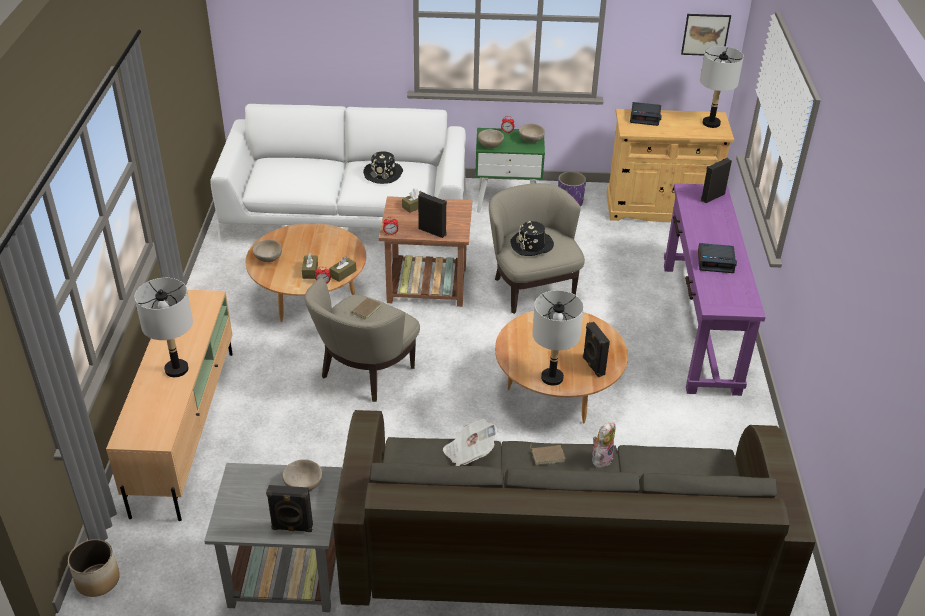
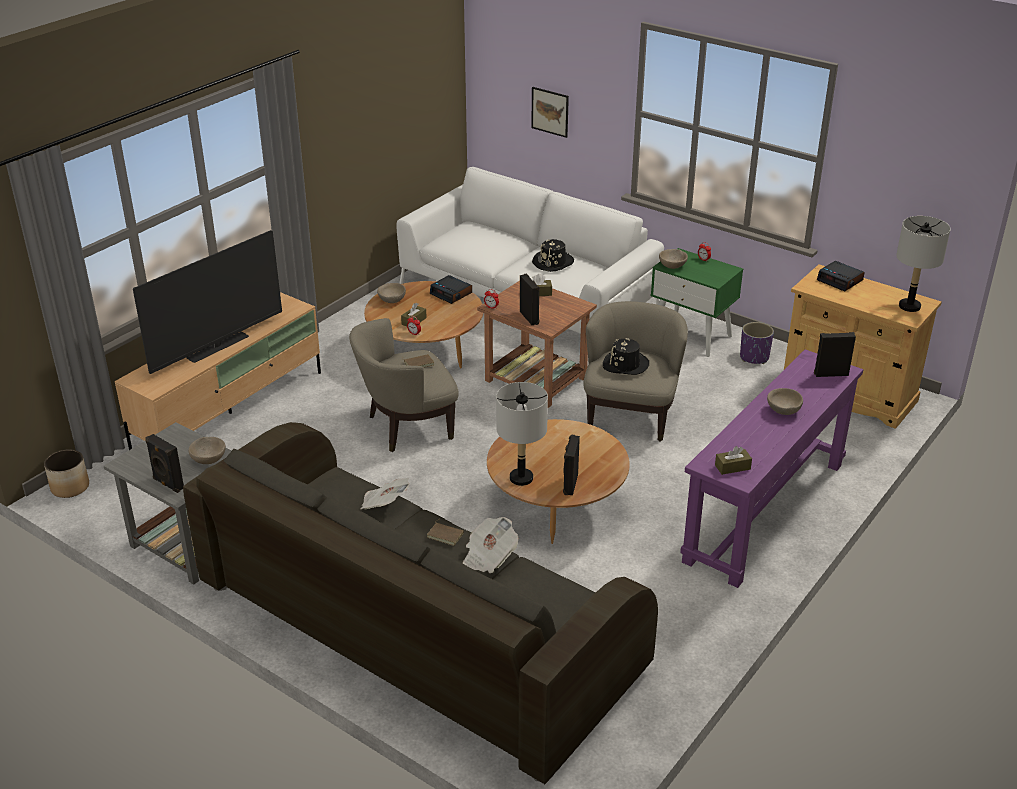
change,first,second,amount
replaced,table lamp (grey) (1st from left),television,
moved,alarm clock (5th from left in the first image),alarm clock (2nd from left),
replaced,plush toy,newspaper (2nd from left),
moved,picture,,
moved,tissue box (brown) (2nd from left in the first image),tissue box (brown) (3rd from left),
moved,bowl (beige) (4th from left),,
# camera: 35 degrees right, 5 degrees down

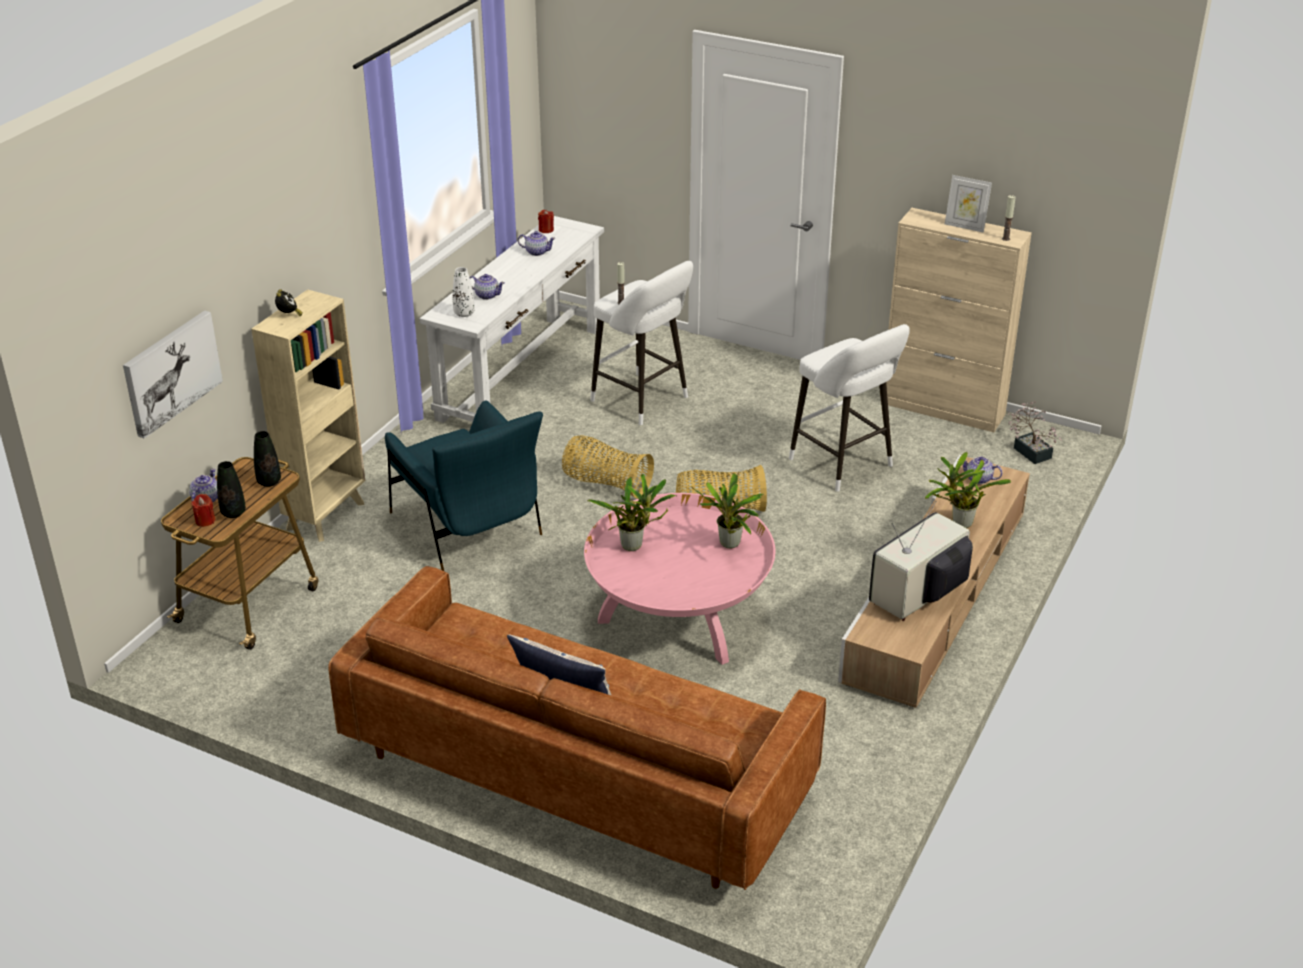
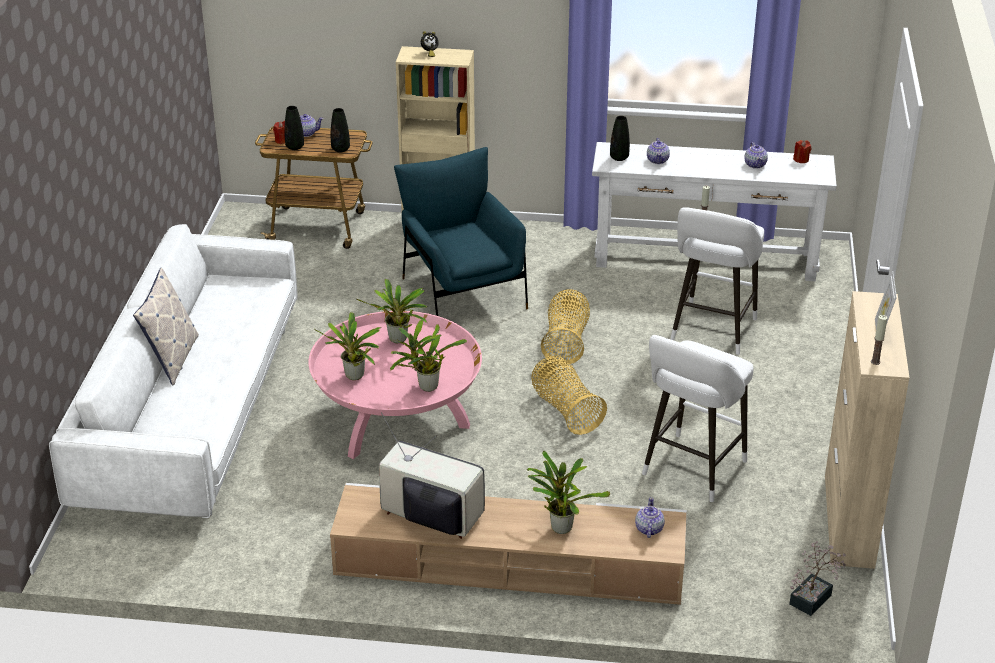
change,first,second,amount
recoloured,sofa (brown),sofa (white),
added,,potted plant (1st from left),
turned,armchair (blue),,120 degrees clockwise
recoloured,vase (white),vase (black) (3rd from left),
removed,picture,,
# camera: 70 degrees right, 0 degrees up

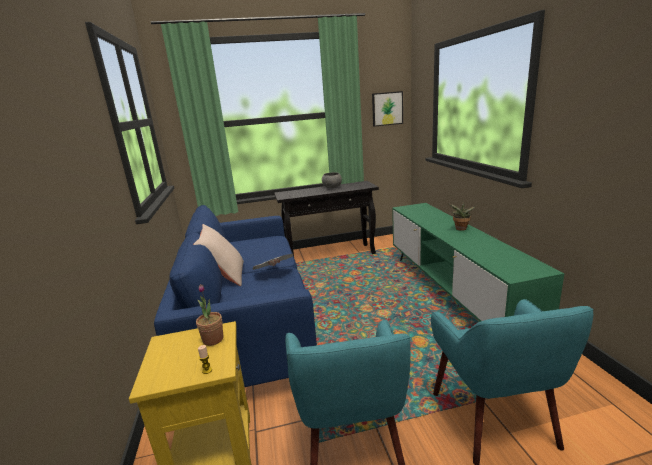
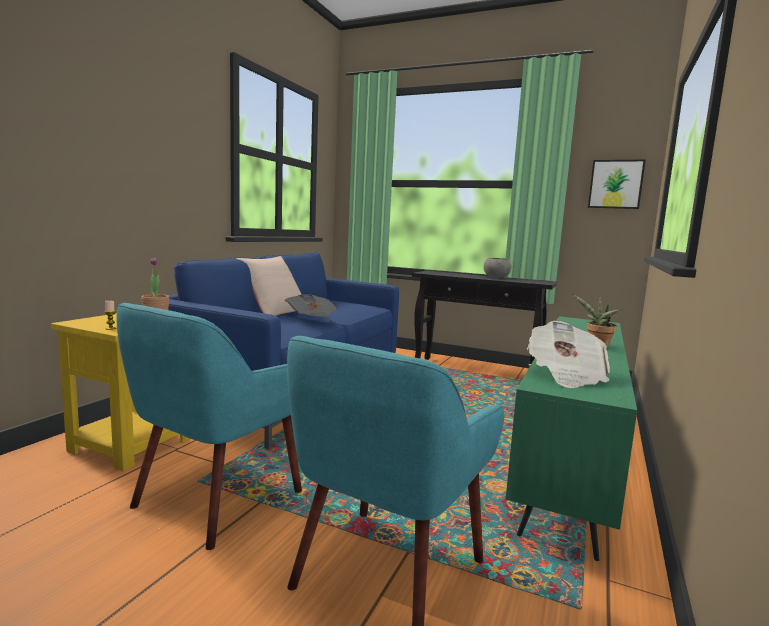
change,first,second,amount
added,,newspaper (2nd from left),
# camera: 35 degrees right, 10 degrees down

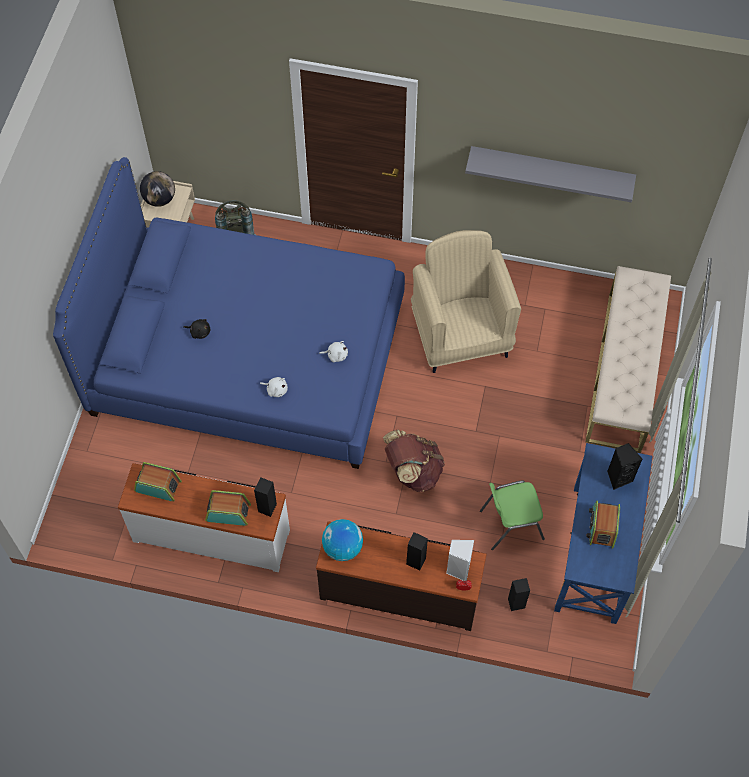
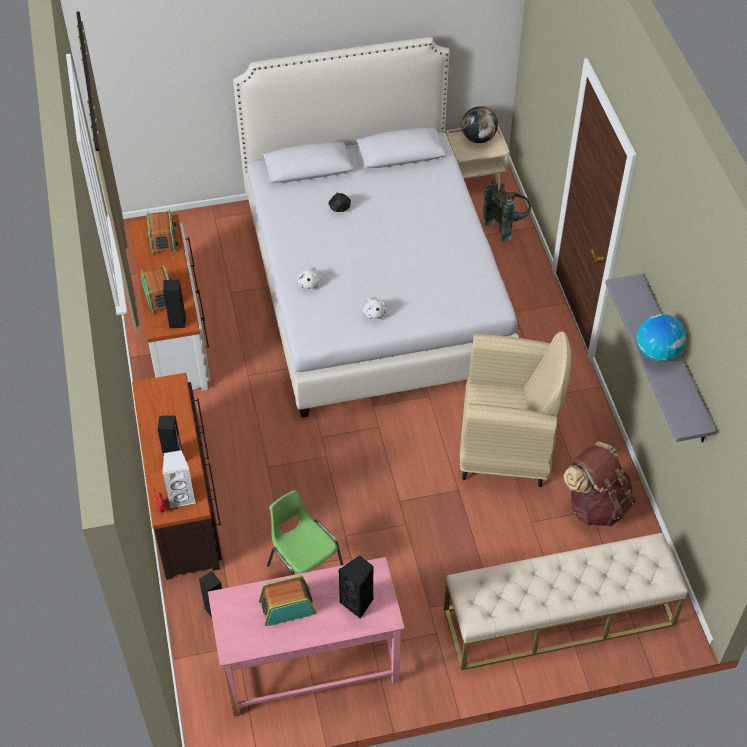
change,first,second,amount
recoloured,desk (blue),desk (pink),
recoloured,bed (blue),bed (white),
turned,armchair (beige),,45 degrees clockwise
moved,backpack (brown),,
moved,globe (2nd from left),,
# camera: 65 degrees right, 10 degrees down

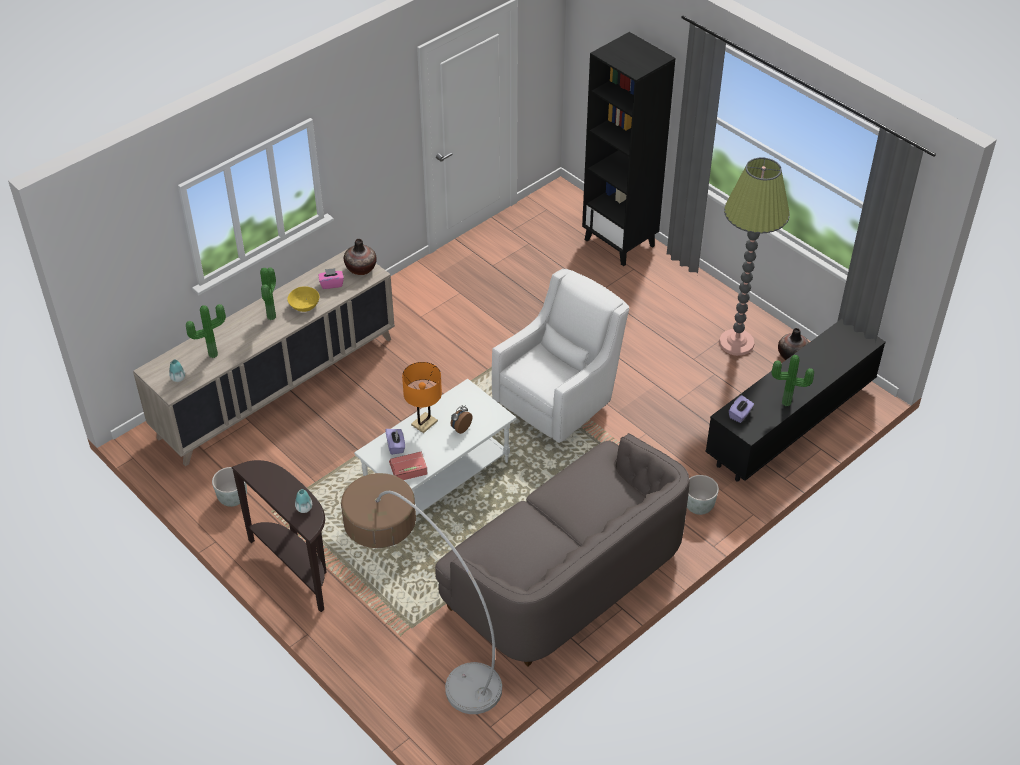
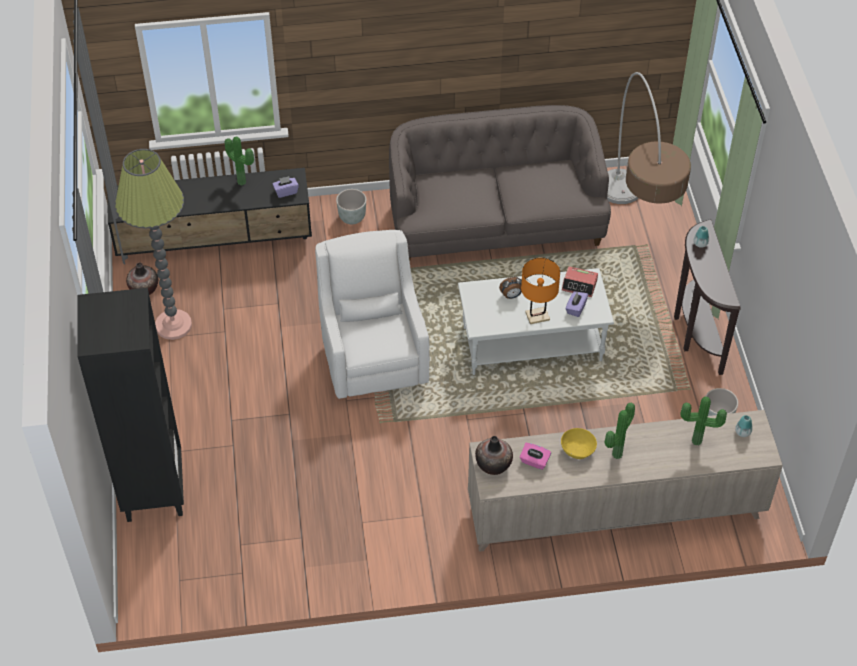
change,first,second,amount
turned,armchair (white),,90 degrees clockwise
# camera: 145 degrees left, 5 degrees up

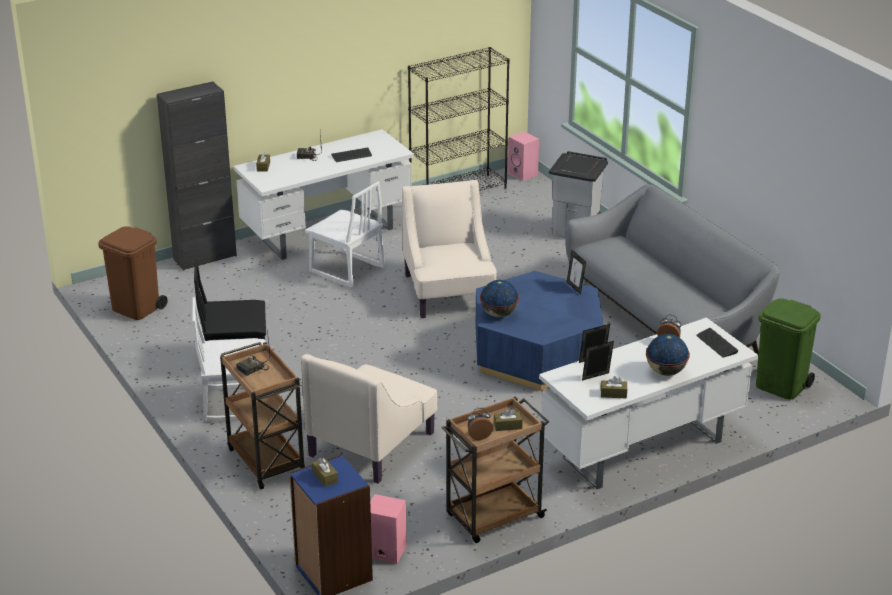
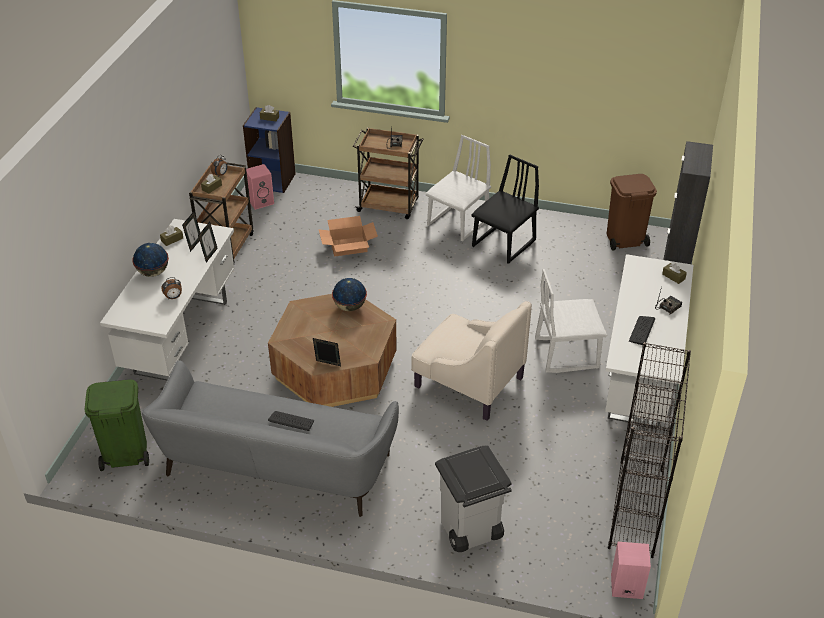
change,first,second,amount
recoloured,coffee table (blue),coffee table (brown),
moved,keyboard (2nd from left in the first image),keyboard (1st from left),
replaced,armchair (beige) (1st from left),cardboard box,
# camera: 135 degrees right, 10 degrees up

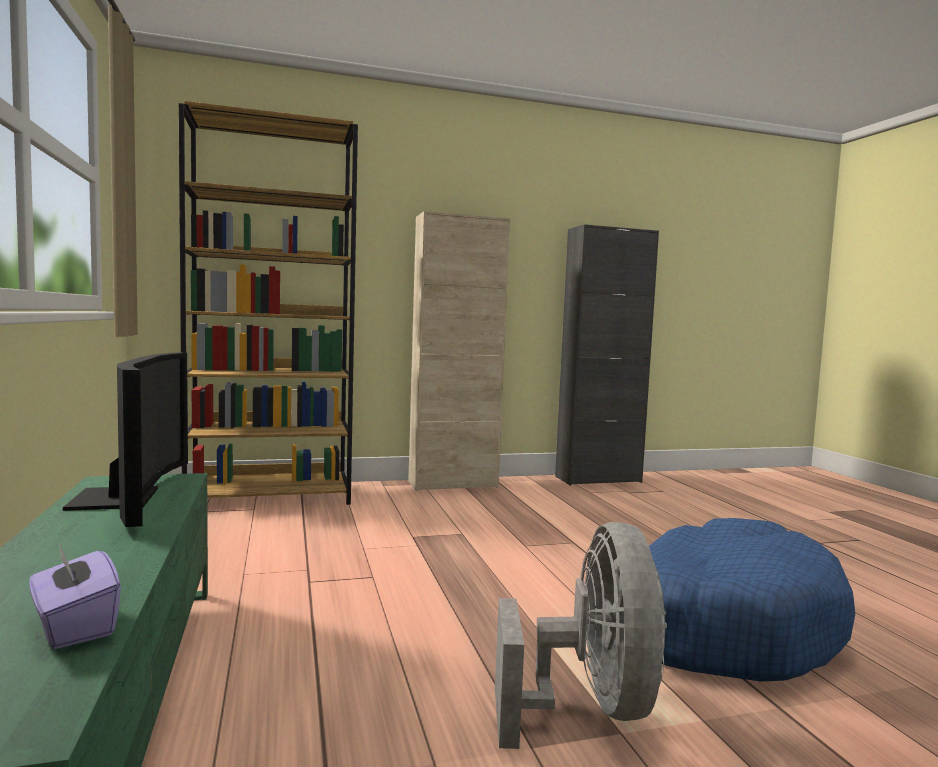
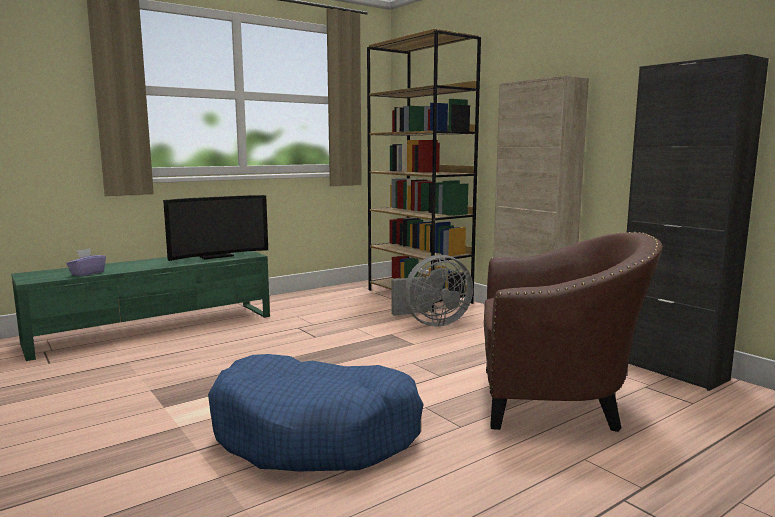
change,first,second,amount
moved,fan (grey),,
added,,armchair (brown),
# camera: 70 degrees right, 5 degrees up

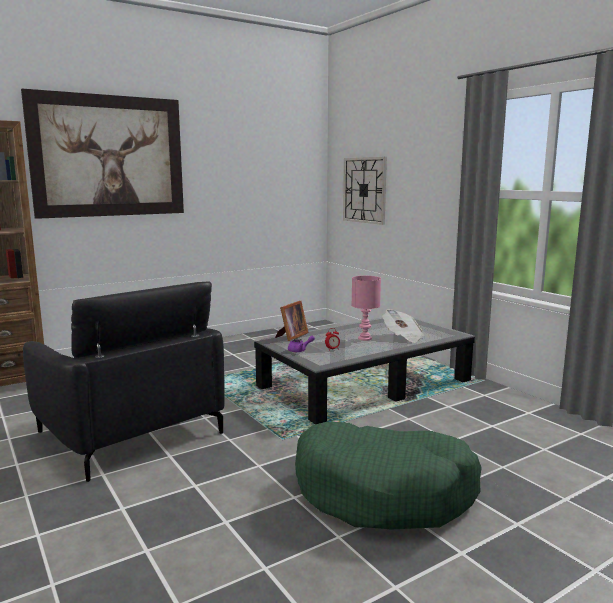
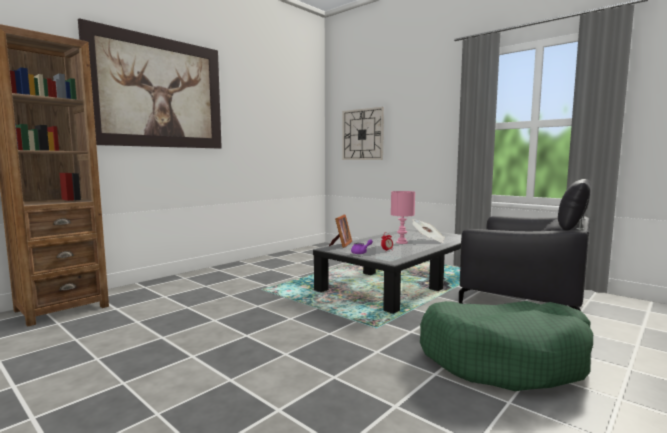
change,first,second,amount
moved,armchair (black),,
# camera: 15 degrees left, 5 degrees down

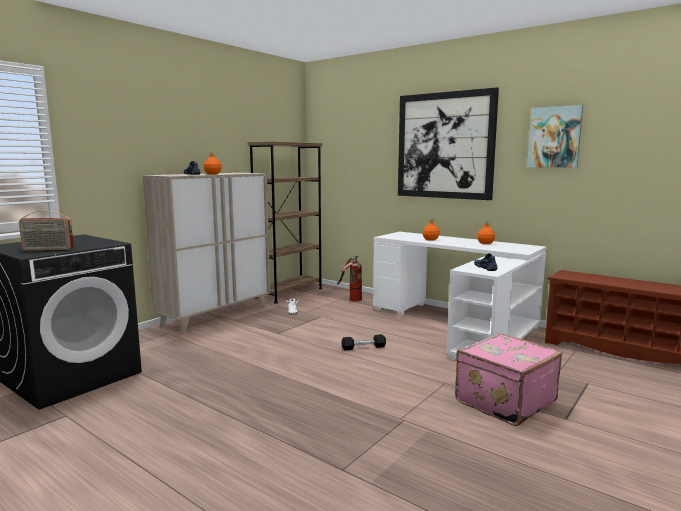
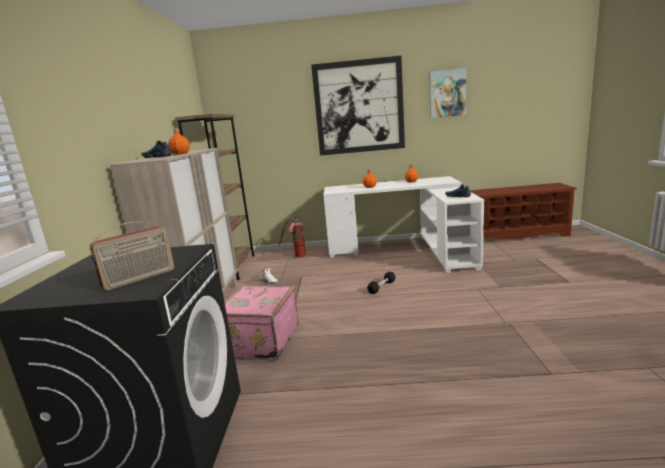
change,first,second,amount
moved,suitcase (pink),,
# camera: 35 degrees left, 5 degrees up

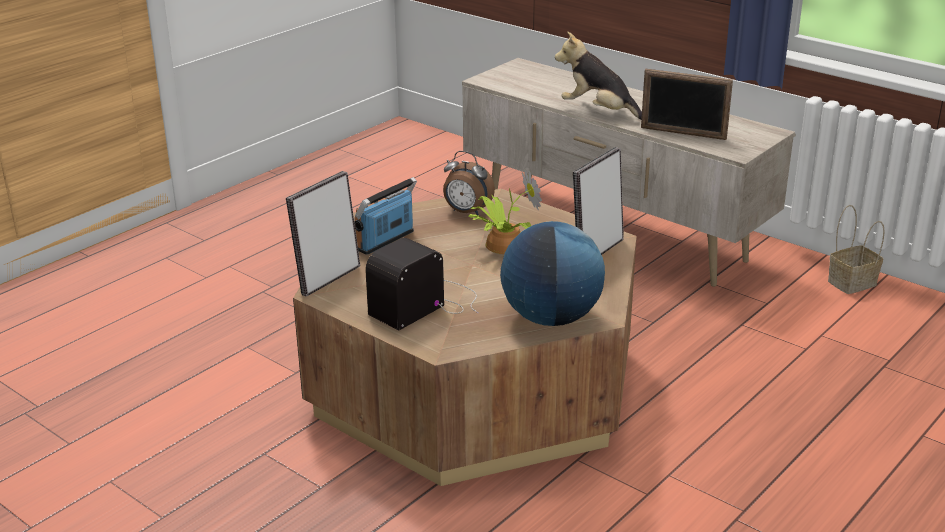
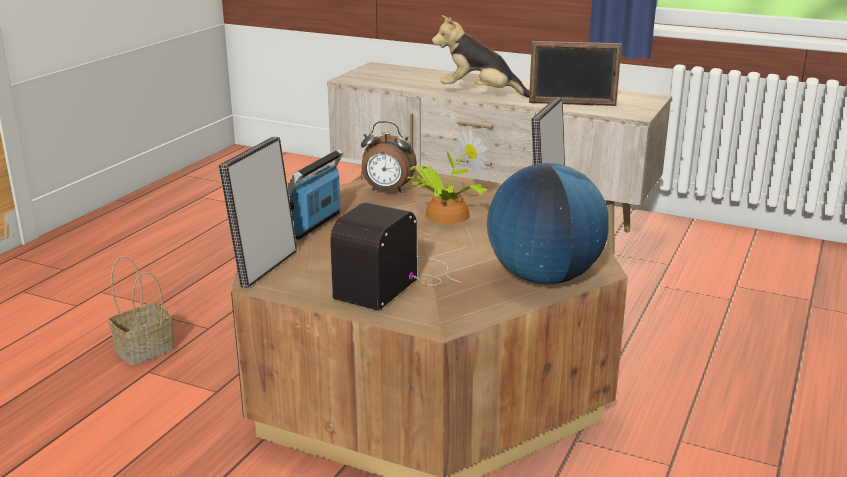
change,first,second,amount
moved,basket,,
# camera: 15 degrees left, 5 degrees down

